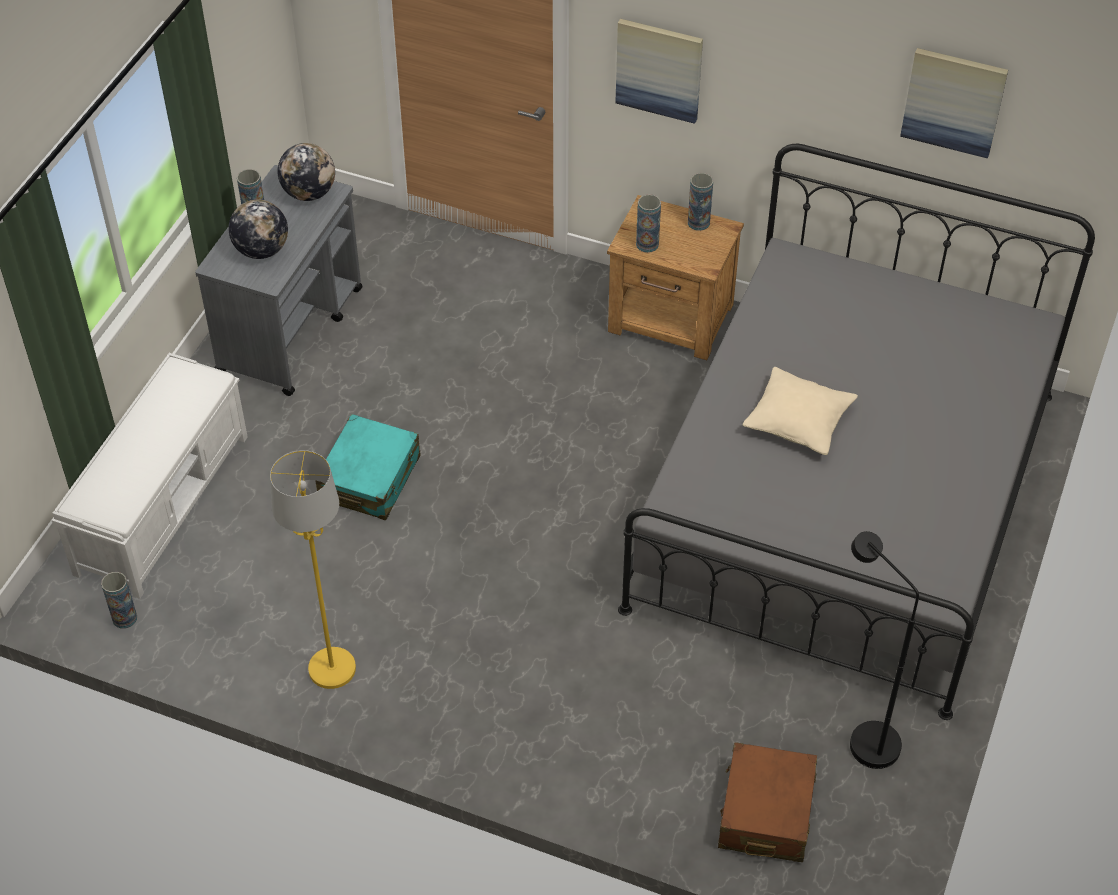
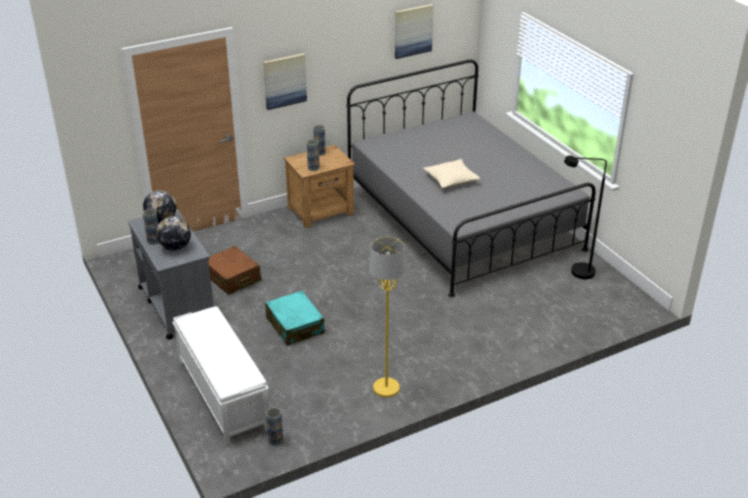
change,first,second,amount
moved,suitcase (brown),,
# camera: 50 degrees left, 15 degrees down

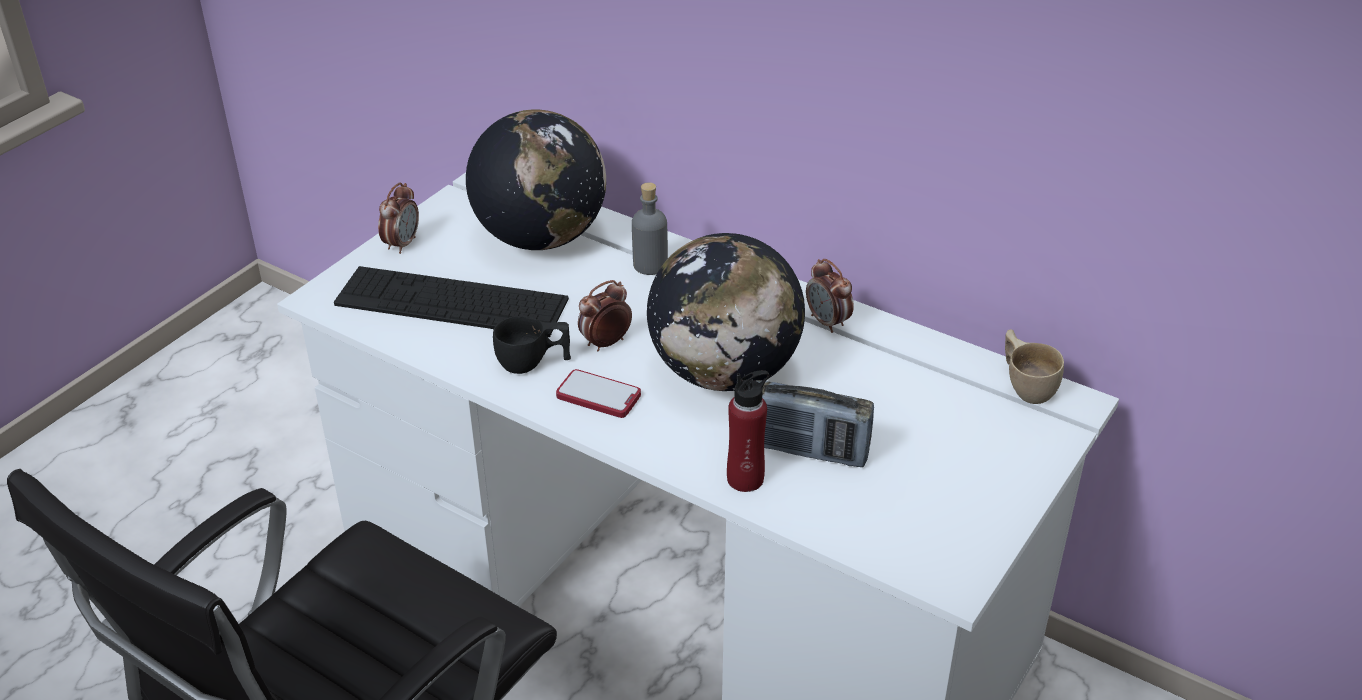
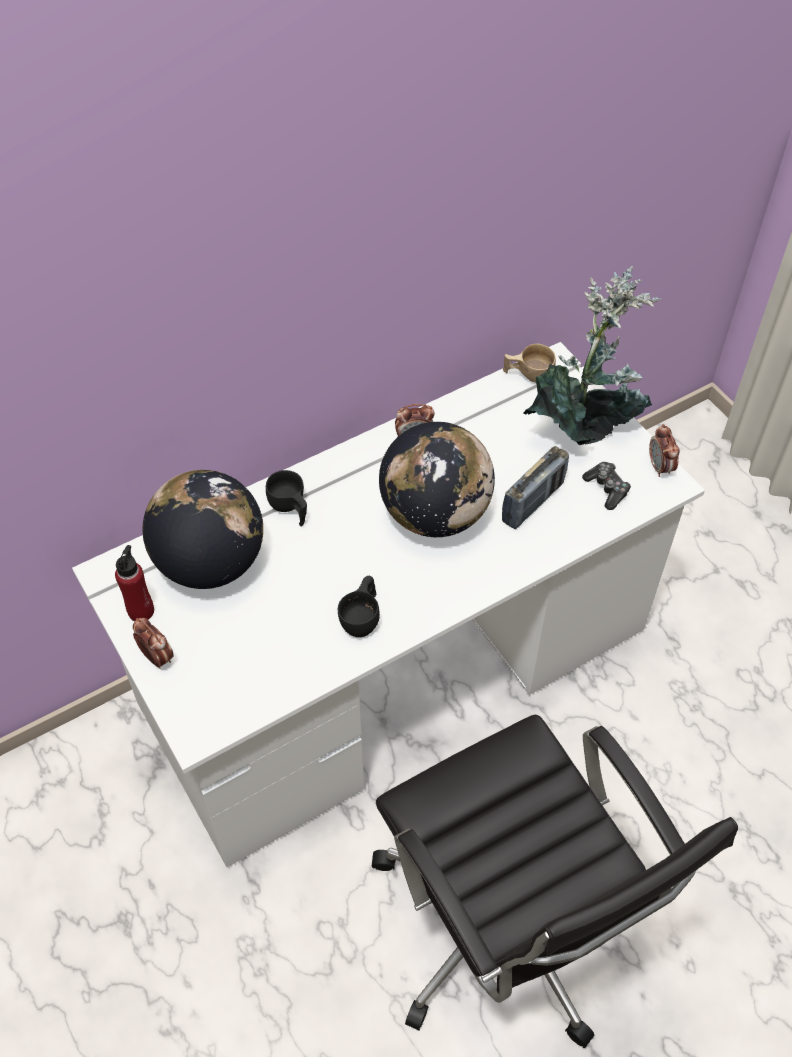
change,first,second,amount
moved,bottle (red),,
replaced,bottle (grey),cup (black) (1st from left),
added,,potted plant,
added,,game controller,
moved,alarm clock (2nd from left in the first image),alarm clock (3rd from left),
removed,keyboard,,
removed,phone,,
# camera: 65 degrees left, 15 degrees up

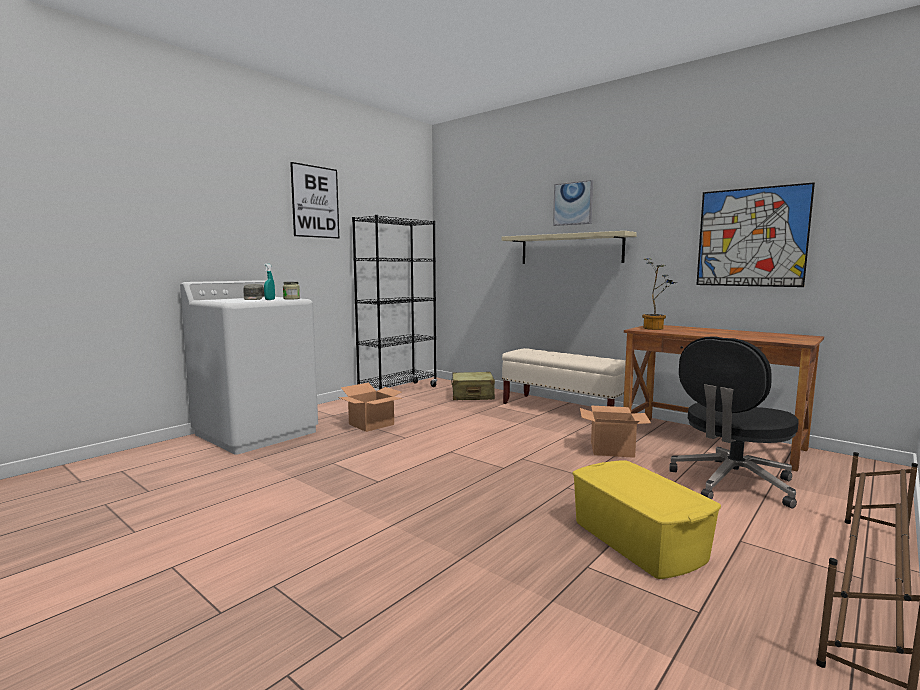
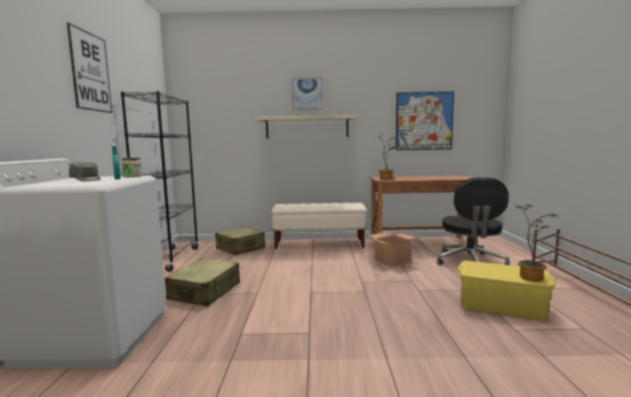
change,first,second,amount
replaced,cardboard box (1st from left),suitcase (beige) (1st from left),
added,,potted plant (2nd from left),
# camera: 40 degrees left, 0 degrees up

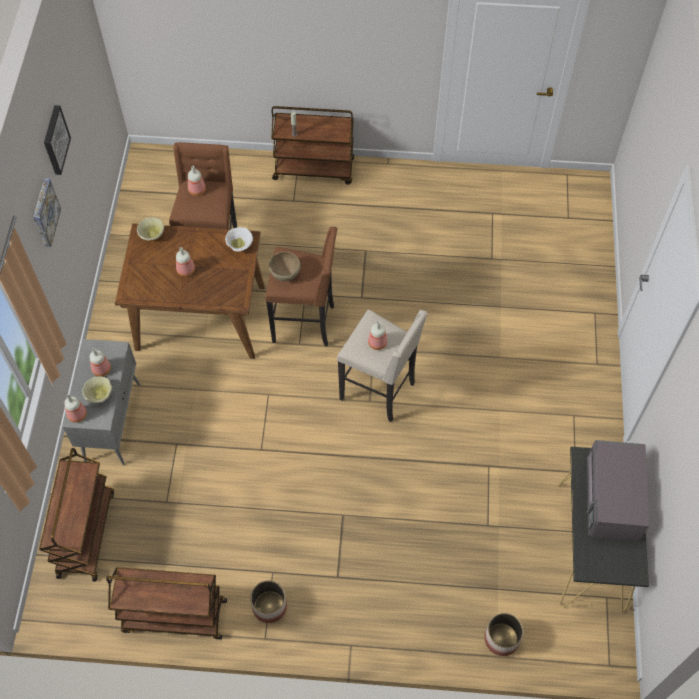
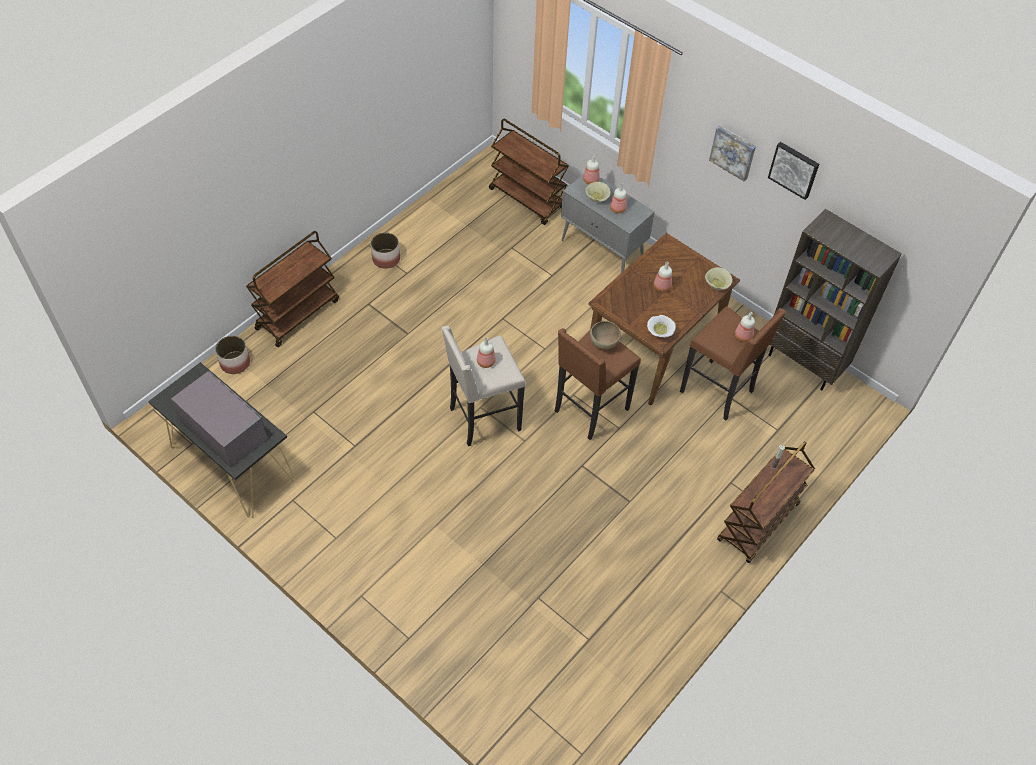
change,first,second,amount
moved,cart (brown) (2nd from left in the first image),cart (brown) (1st from left),
added,,bookcase (brown),
# camera: 125 degrees right, 5 degrees down

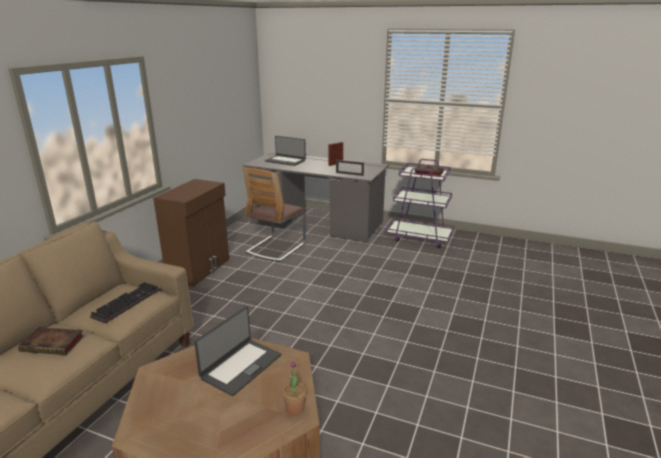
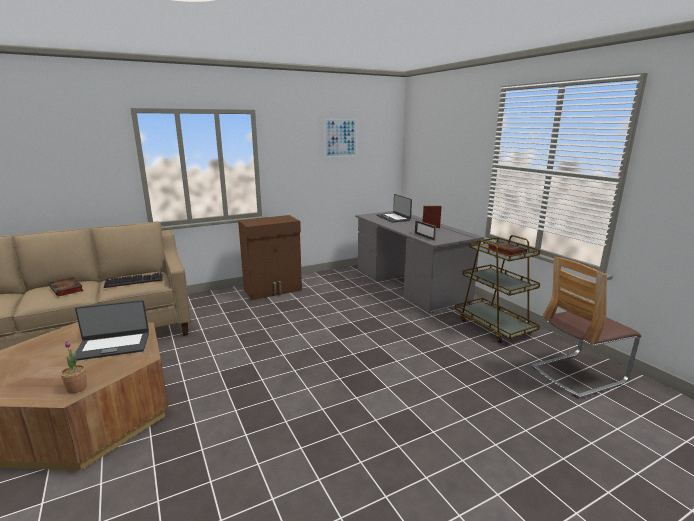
change,first,second,amount
added,,picture,
recoloured,cart (purple),cart (brown),
moved,chair,,
# camera: 40 degrees right, 5 degrees down

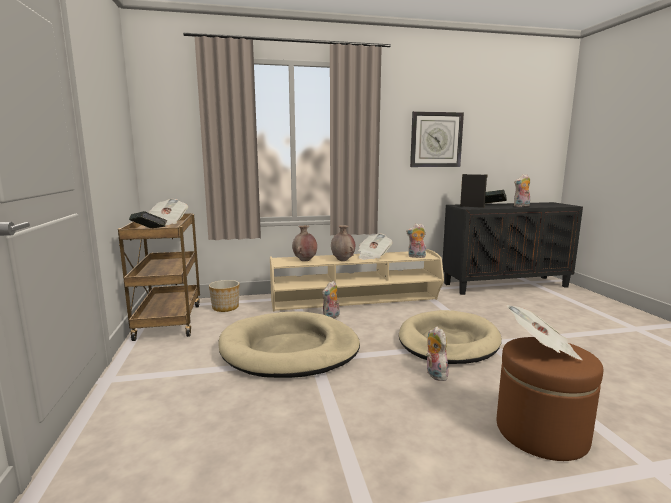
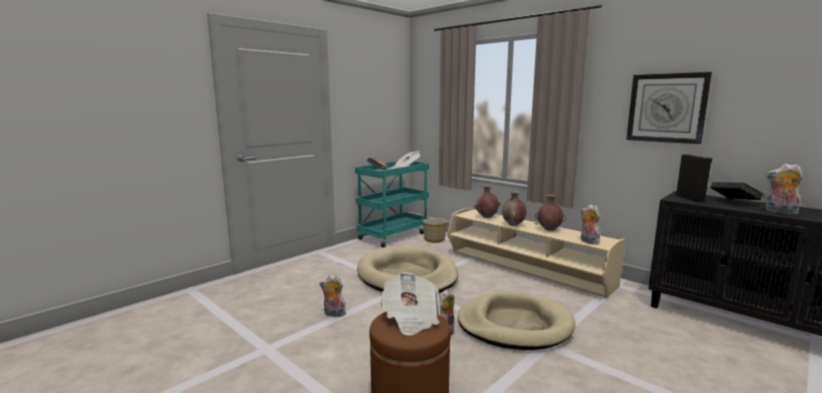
change,first,second,amount
moved,plush toy (1st from left),,
recoloured,cart (brown),cart (turquoise),
replaced,newspaper (2nd from left),vase (brown) (3rd from left),
# camera: 55 degrees right, 0 degrees up

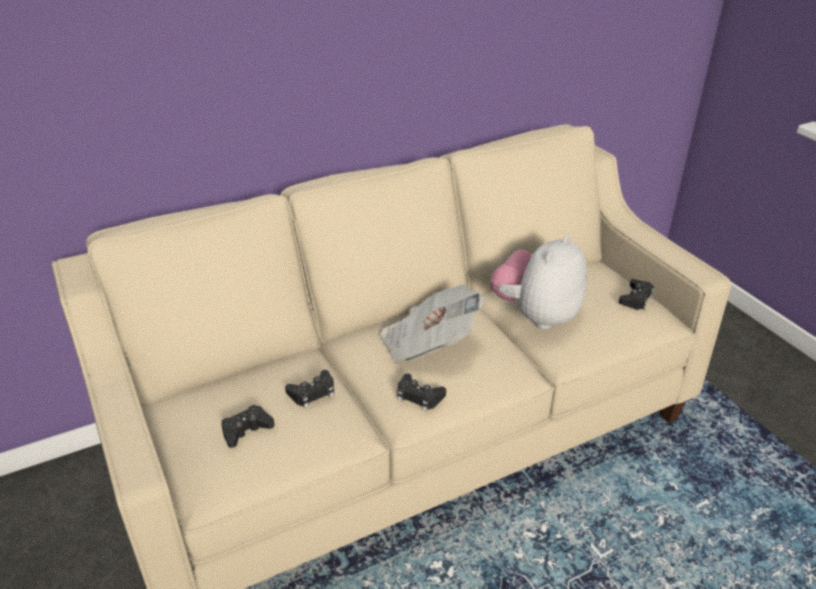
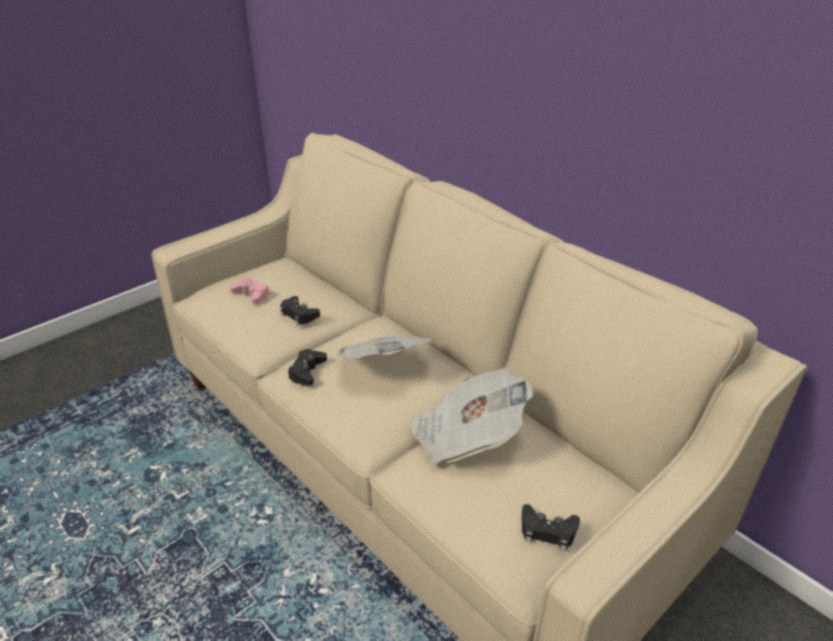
change,first,second,amount
recoloured,game controller (black) (1st from left),game controller (pink),
replaced,plush toy,newspaper (2nd from left),
# camera: 75 degrees right, 0 degrees up

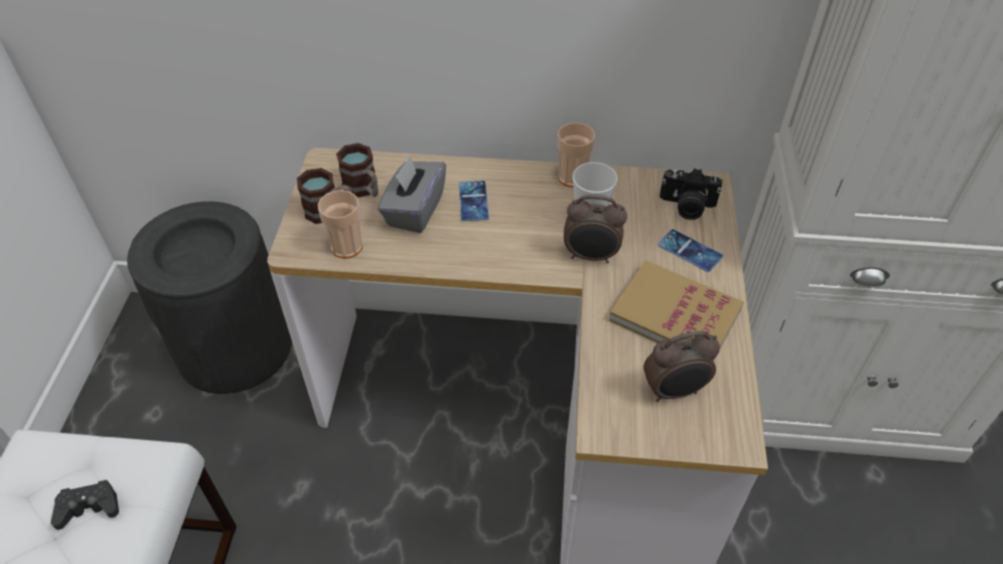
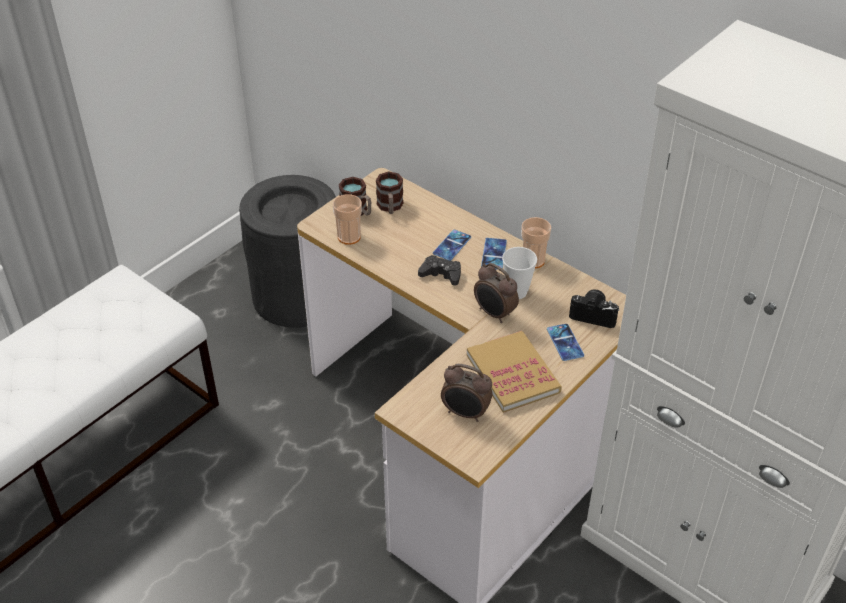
change,first,second,amount
moved,game controller (black),,
added,,phone (2nd from left),
turned,photo camera,,150 degrees clockwise
removed,tissue box (grey),,
# camera: 35 degrees right, 5 degrees down

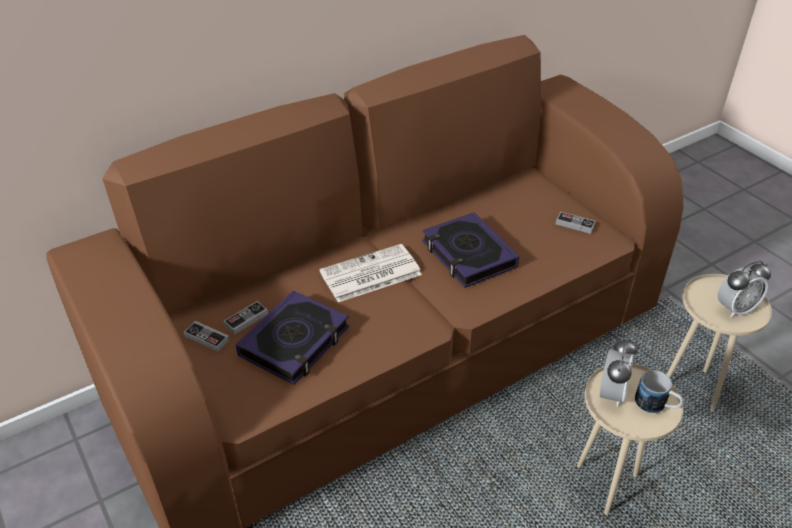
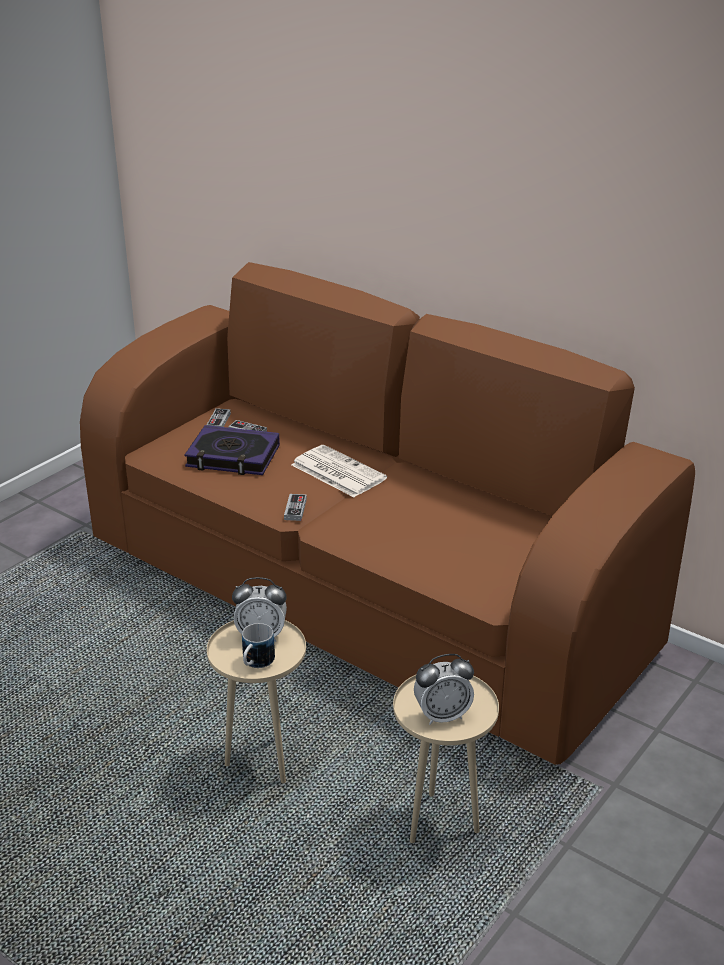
change,first,second,amount
moved,game controller (3rd from left),,
turned,alarm clock (2nd from left),,60 degrees counterclockwise
removed,book (2nd from left),,
# camera: 70 degrees right, 10 degrees down

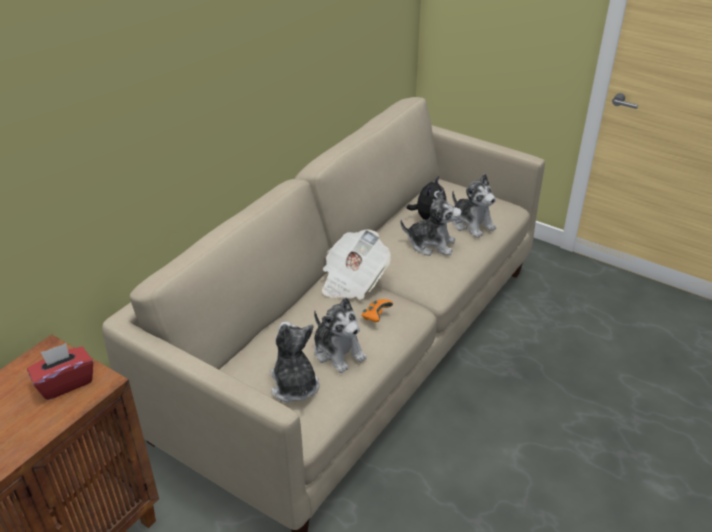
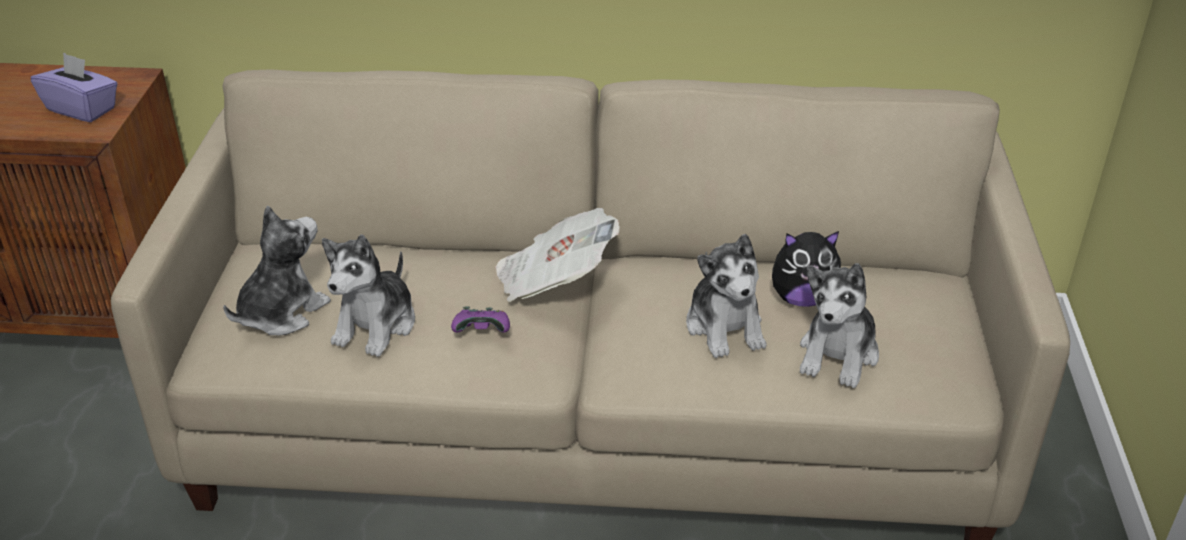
change,first,second,amount
recoloured,tissue box (red),tissue box (purple),
recoloured,game controller (orange),game controller (purple),
# camera: 60 degrees right, 0 degrees up

